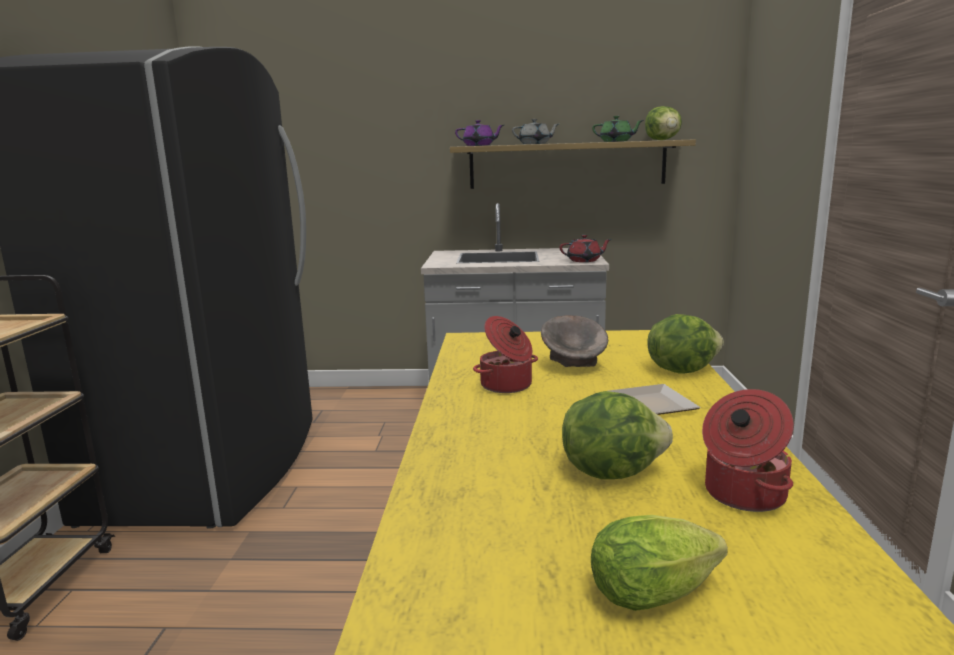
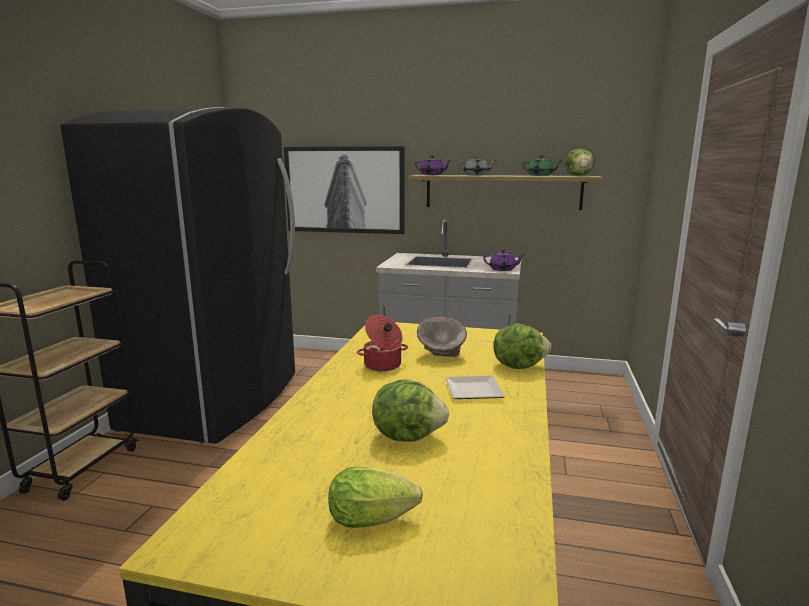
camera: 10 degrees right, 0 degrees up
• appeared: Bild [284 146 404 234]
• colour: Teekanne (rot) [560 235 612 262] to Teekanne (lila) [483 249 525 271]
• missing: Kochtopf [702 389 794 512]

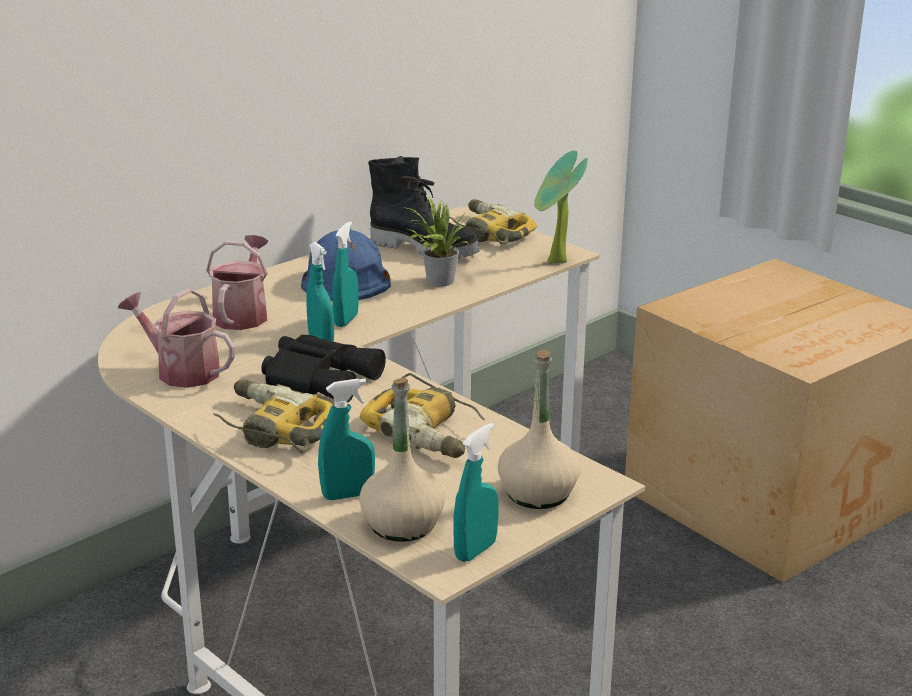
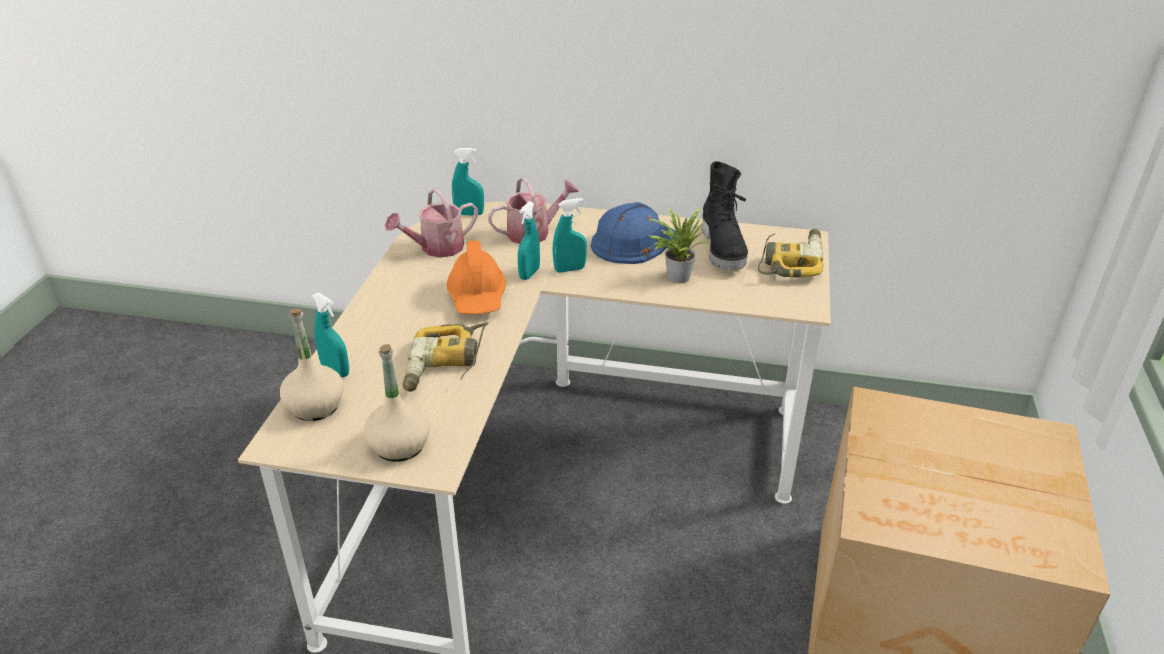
camera: 55 degrees right, 10 degrees up
• spun: Gießkanne [118 288 235 388] = [385 188 478 258] 120 degrees counterclockwise
• exchanged: Fernglas (schwarz) [261 335 386 403] to Schutzhelm (orange) [447 241 506 315]
• relocated: Sprühflasche (türkis) [453 423 499 562] to [452 148 484 216]
• missing: Bohrmaschine [213 379 333 453]
• missing: Topfpflanze [534 151 589 264]

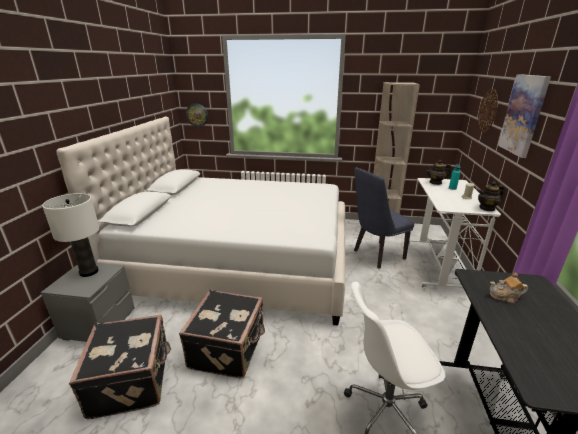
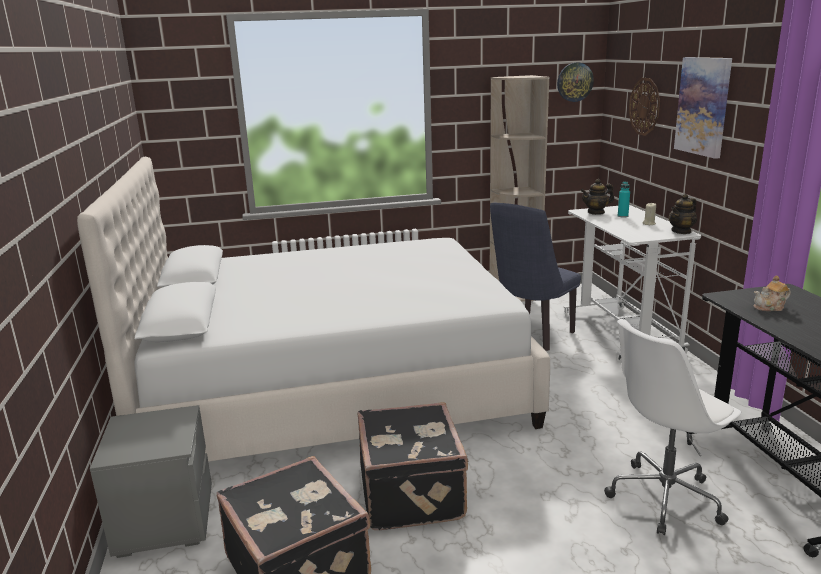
camera: 20 degrees left, 5 degrees down
• relocated: Wanduhr [186 103 208 127] to [557 62 594 102]
• missing: Tischlampe (weiß) [42 193 99 277]

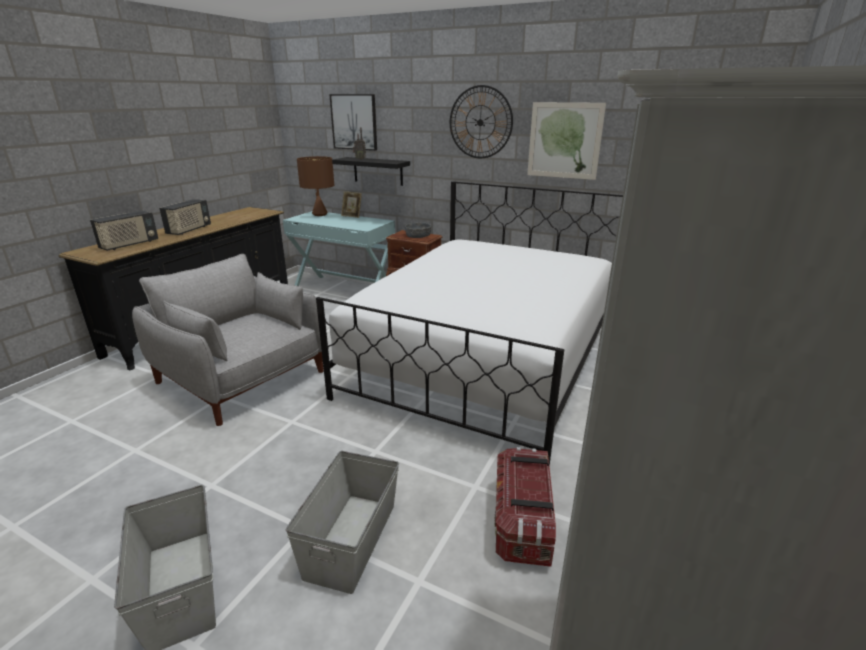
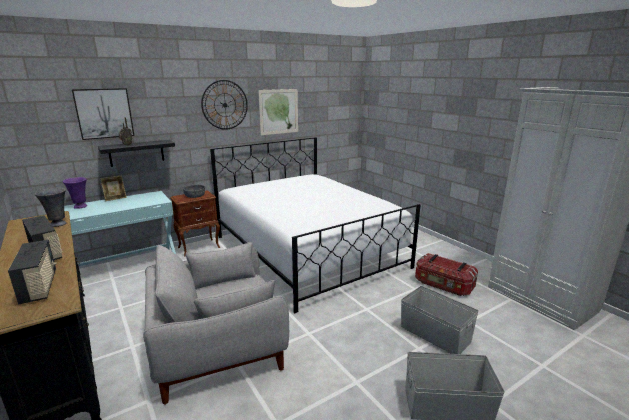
camera: 60 degrees left, 5 degrees down
• appeared: Vase (grau) [35 188 67 227]
• exchanged: Tischlampe (braun) [297 156 334 216] to Vase (lila) [63 177 87 208]

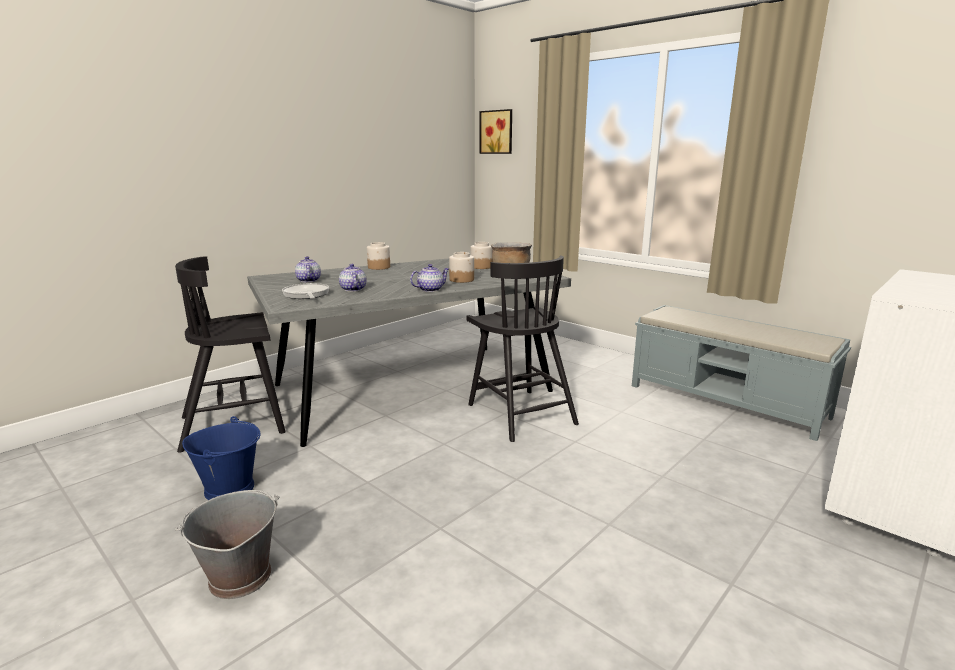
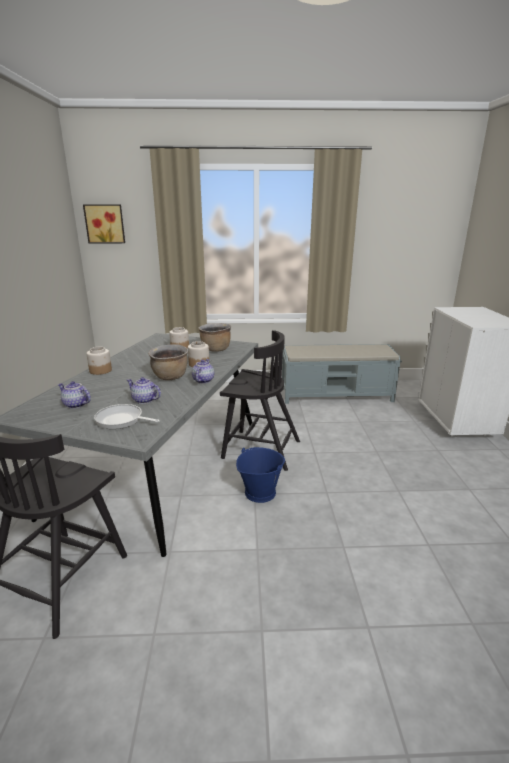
camera: 45 degrees left, 5 degrees up
• appeared: Kochtopf (braun) [148 344 188 380]
• relocated: Eimer (blau) [182 416 261 500] to [236 447 285 503]
• missing: Eimer (grau) [175 490 279 599]

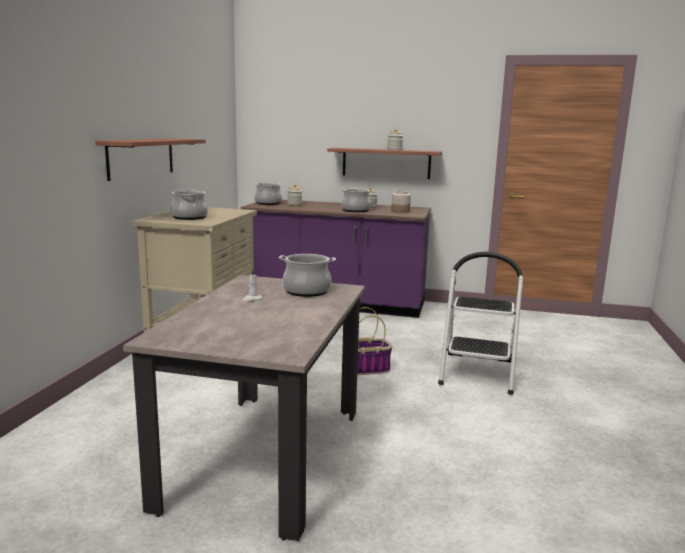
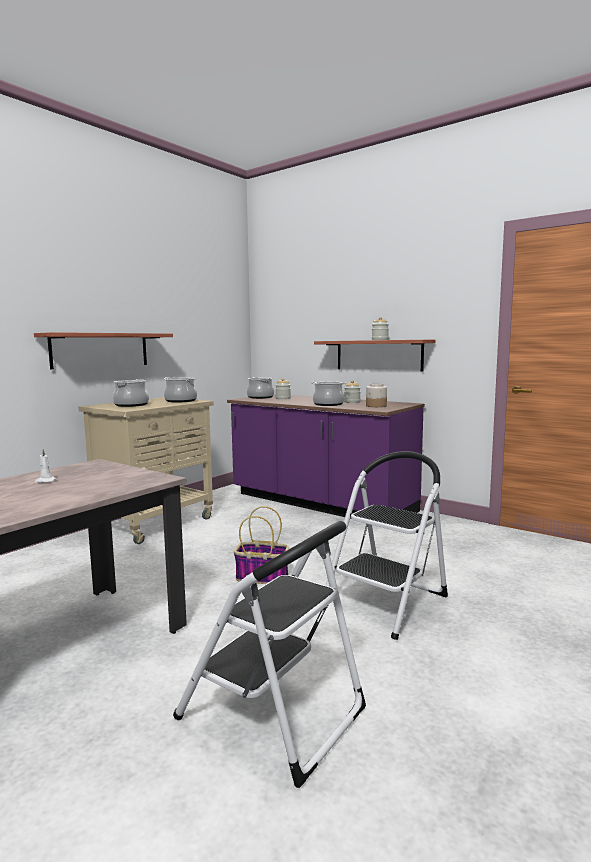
camera: 25 degrees right, 5 degrees down
• relocated: Kochtopf [279 254 336 297] to [163 377 197 403]
• appeared: Trittleiter [173 521 366 788]

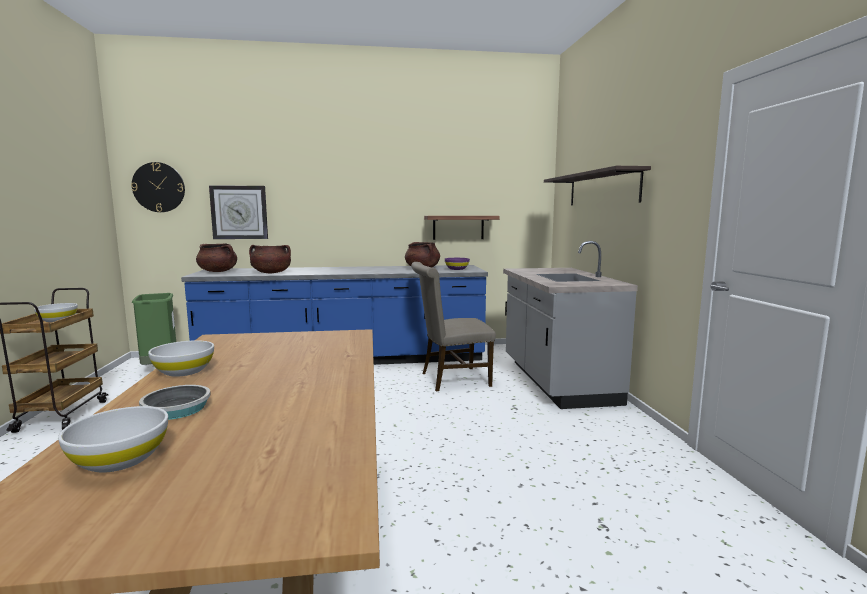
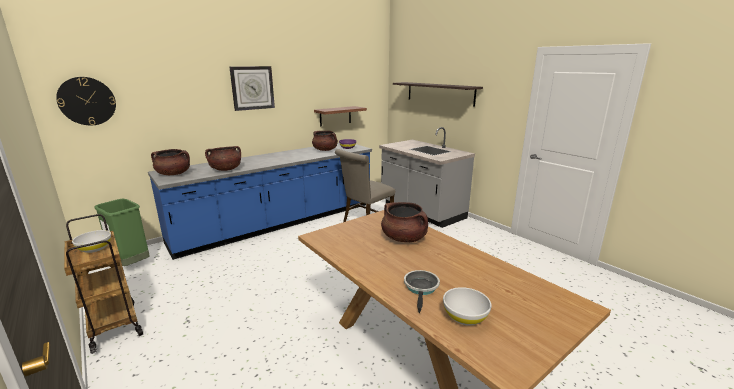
camera: 30 degrees left, 10 degrees up
• relocated: Wanduhr [209 185 268 239] to [230 66 275 111]
• appeared: Kochtopf (braun) [381 202 428 242]
• missing: Schüssel (weiß) [148 340 214 377]

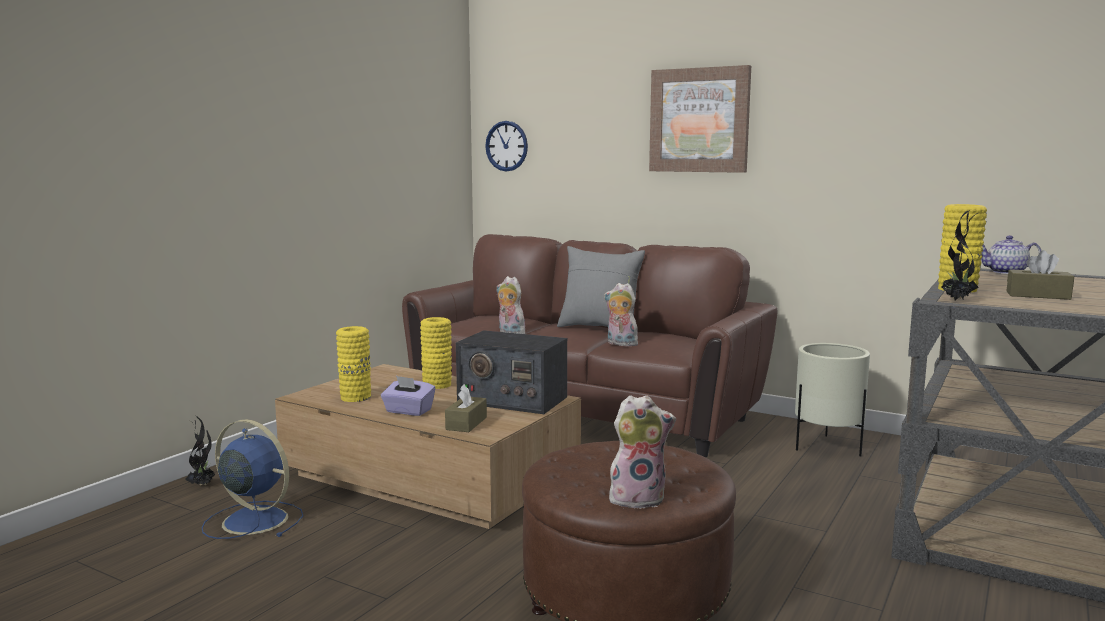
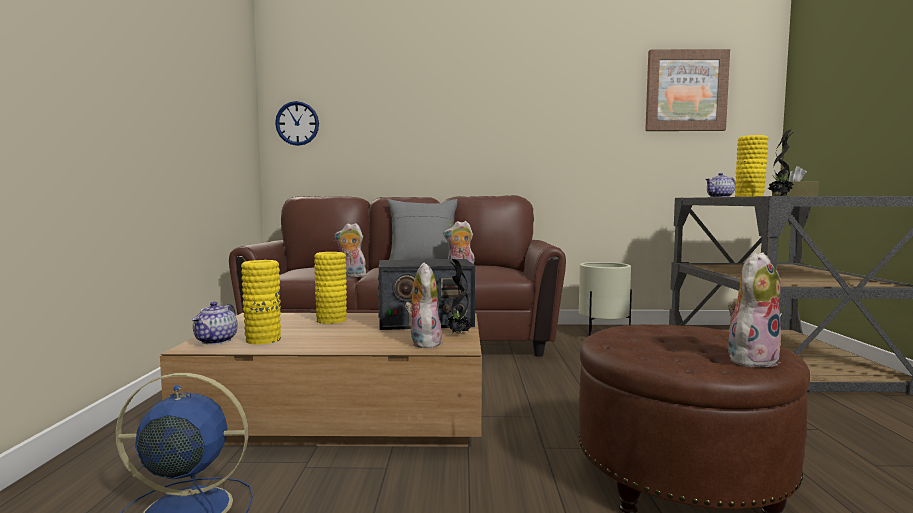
camera: 30 degrees left, 5 degrees down
• appeared: Teekanne [192 302 238 344]
• exchanged: Taschentuchbox (braun) [445 384 487 432] to Plüschtier [405 263 442 348]
• relocated: Topfpflanze [185 416 215 486] to [447 259 473 334]
• relocated: Bild [649 65 751 173] to [645 49 730 131]
• missing: Taschentuchbox (lila) [381 376 435 416]

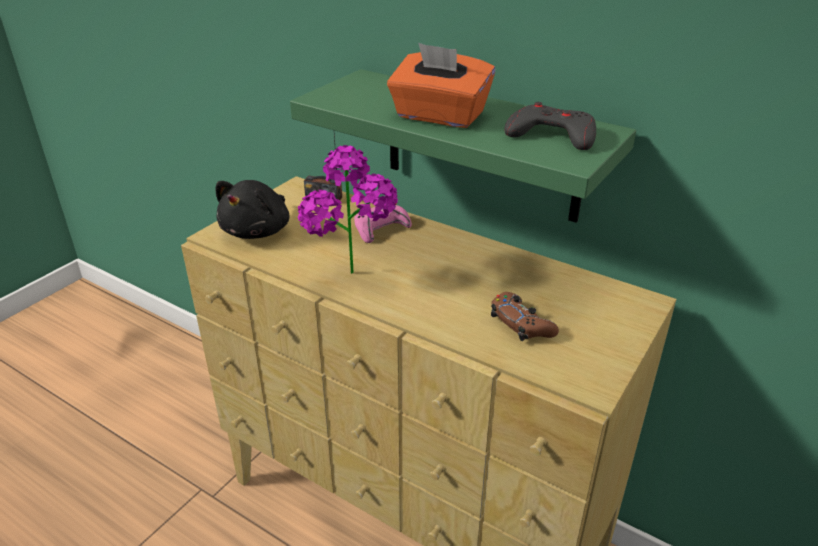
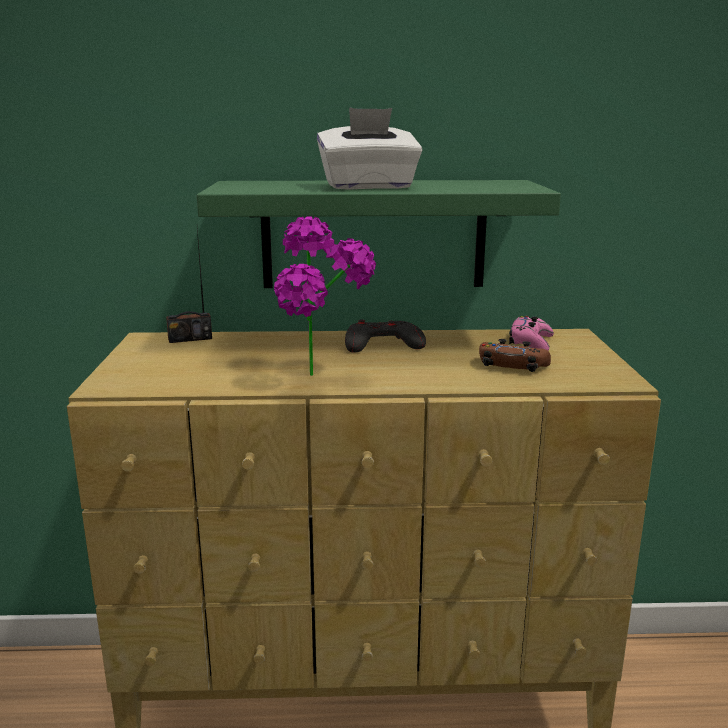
camera: 35 degrees left, 15 degrees down
• colour: Taschentuchbox (orange) [387 43 495 128] to Taschentuchbox (weiß) [317 108 422 190]
• relocated: Gamepad (grau) [504 102 596 150] to [345 319 426 352]
• relocated: Gamepad (rosa) [354 204 412 243] to [509 316 554 351]
• missing: Plüschtier (schwarz) [216 180 289 239]

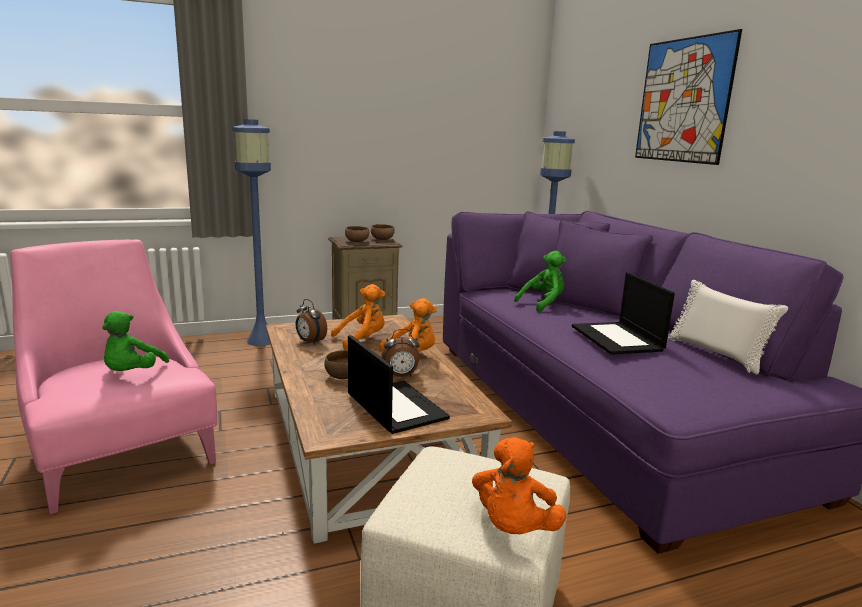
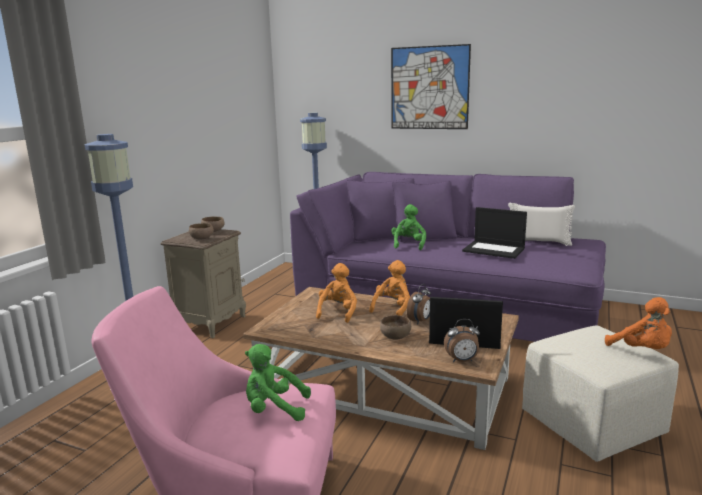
camera: 45 degrees left, 0 degrees up
• spun: Plüschtier (grün) [102 311 169 371] = [245 344 311 421] 135 degrees clockwise
• relocated: Wecker [296 299 327 345] to [444 319 480 362]

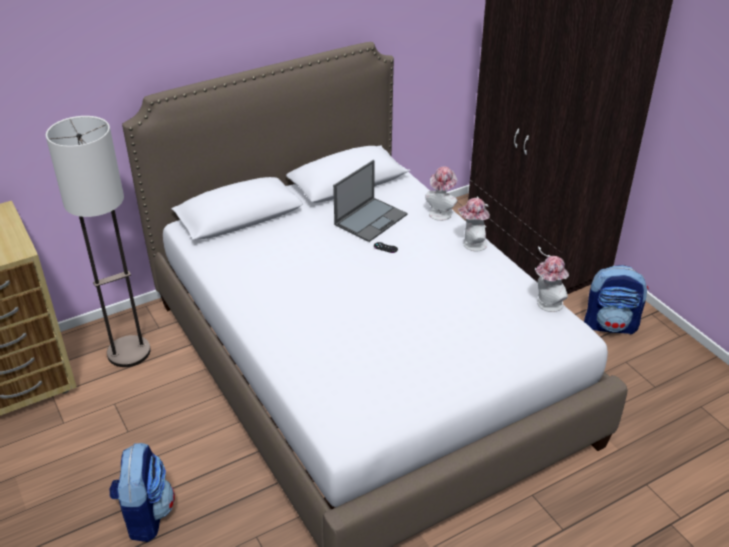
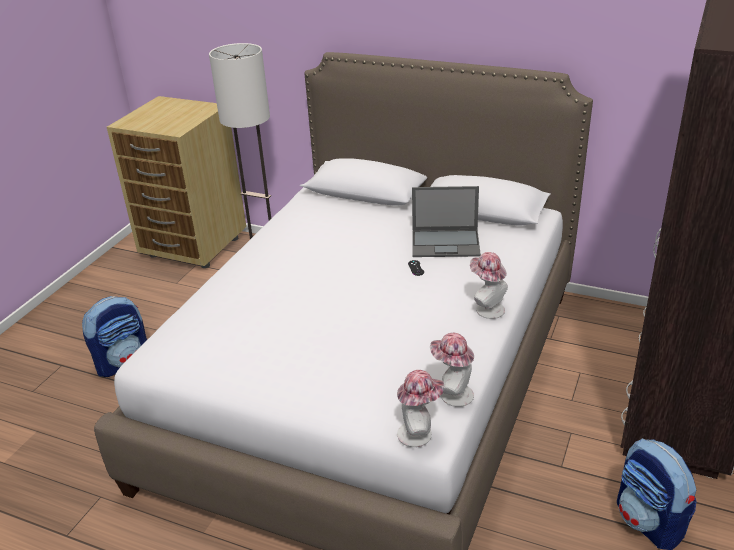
camera: 55 degrees right, 5 degrees down
• relocated: Hut [425 167 458 221] to [397 370 444 447]

